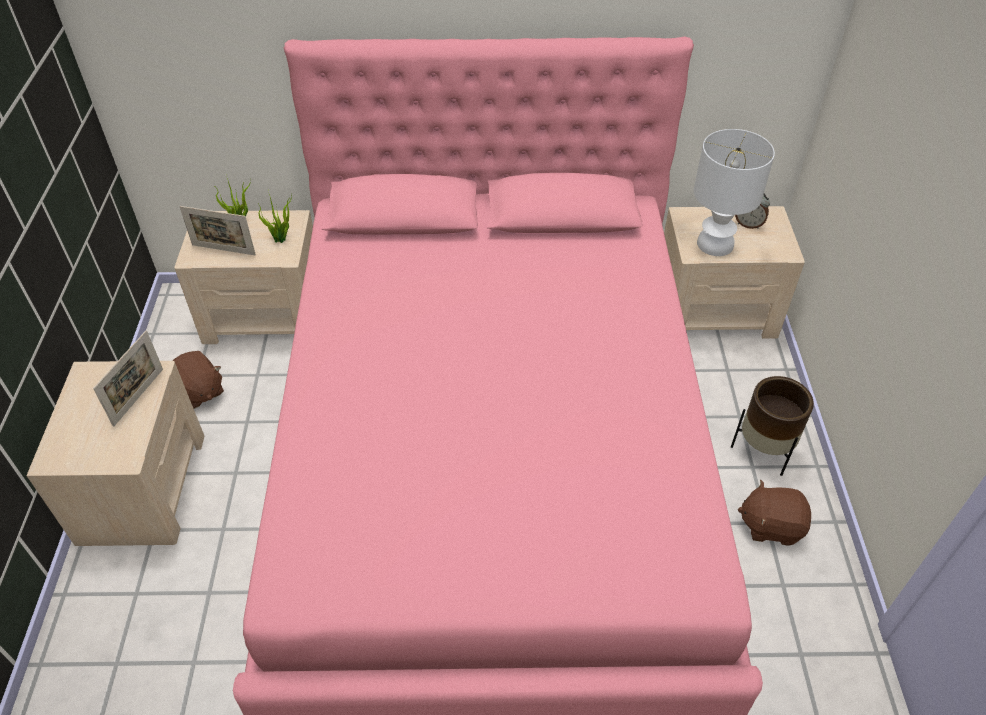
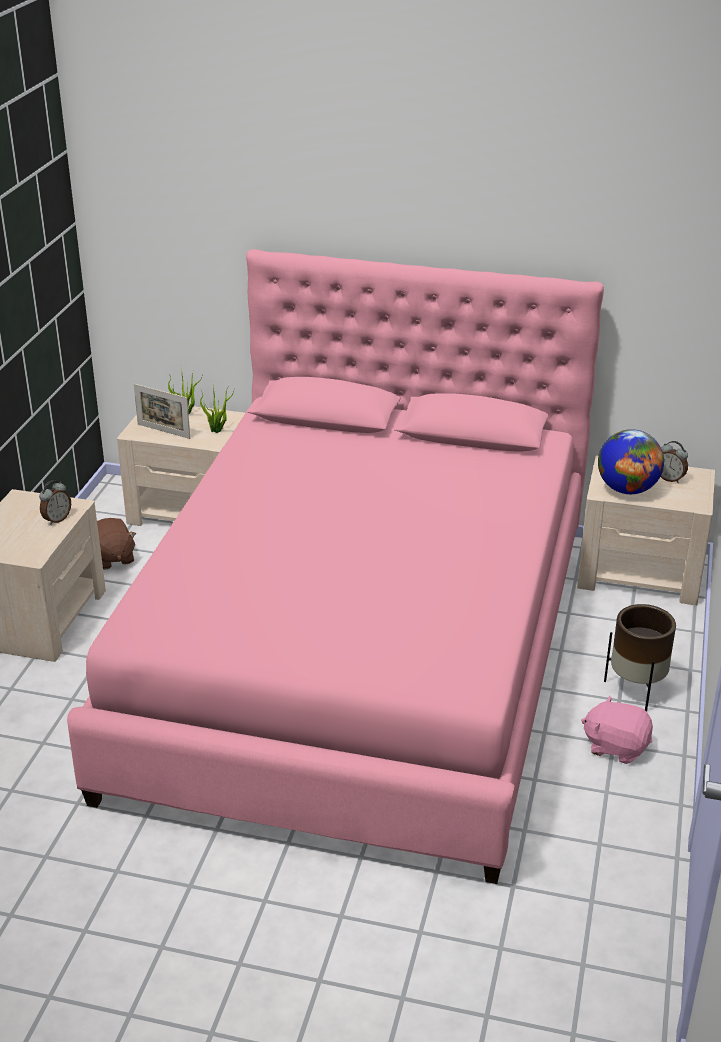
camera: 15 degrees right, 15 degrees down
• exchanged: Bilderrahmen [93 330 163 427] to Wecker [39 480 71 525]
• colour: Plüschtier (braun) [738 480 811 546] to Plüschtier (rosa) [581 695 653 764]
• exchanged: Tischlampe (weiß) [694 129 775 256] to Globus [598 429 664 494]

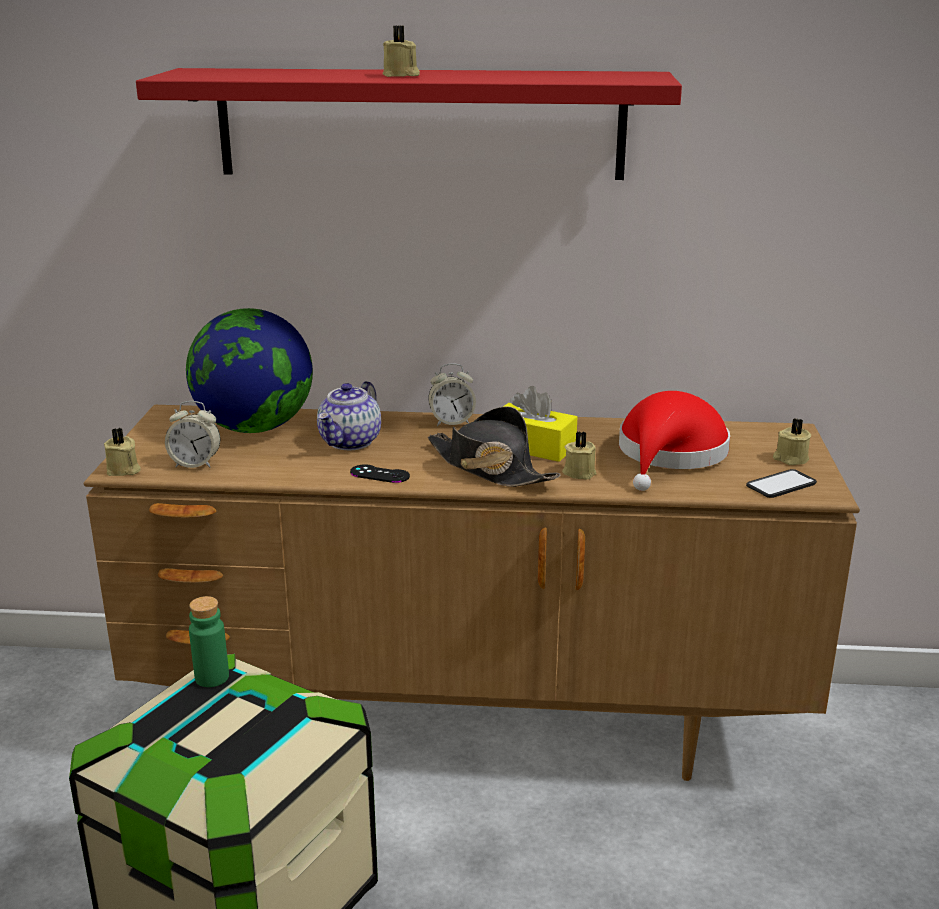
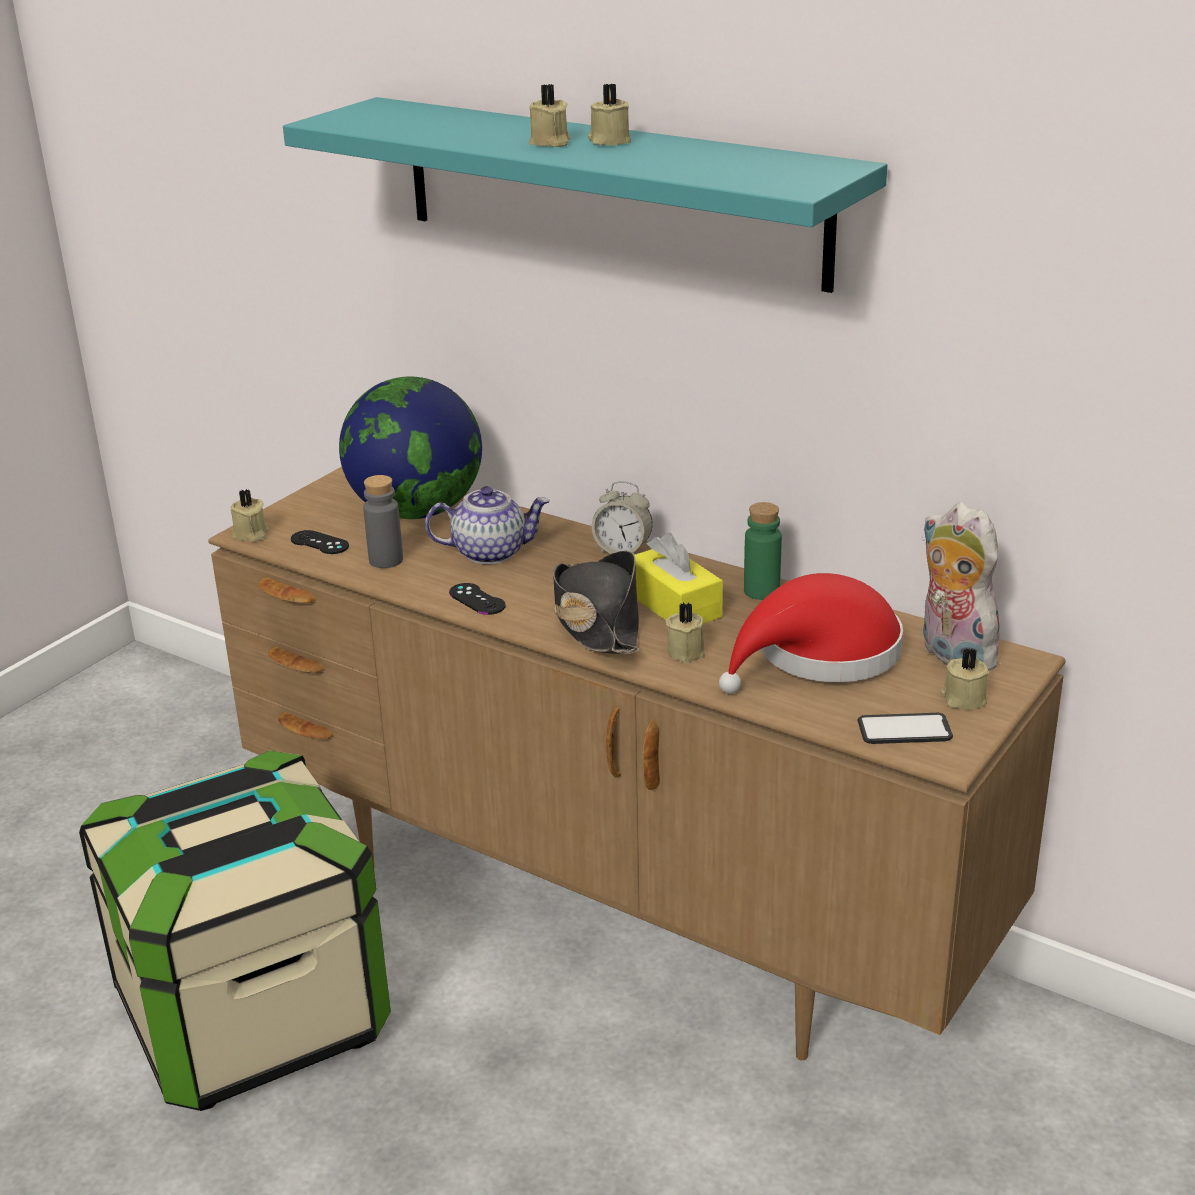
camera: 30 degrees right, 5 degrees up
• colour: Wandregal (rot) [136 68 682 180] to Wandregal (türkis) [283 97 887 293]
• exchanged: Wecker [165 401 220 468] to Gamepad (schwarz) [291 530 349 554]
• appeared: Flasche (grau) [363 475 403 568]
• spun: Teekanne [317 381 381 450] = [425 486 550 565] 150 degrees counterclockwise
• appeared: Kerze (beige) [588 83 631 145]
• relocated: Flasche (grün) [189 596 229 687] to [744 502 782 600]
• appeared: Plüschtier [922 502 1000 671]

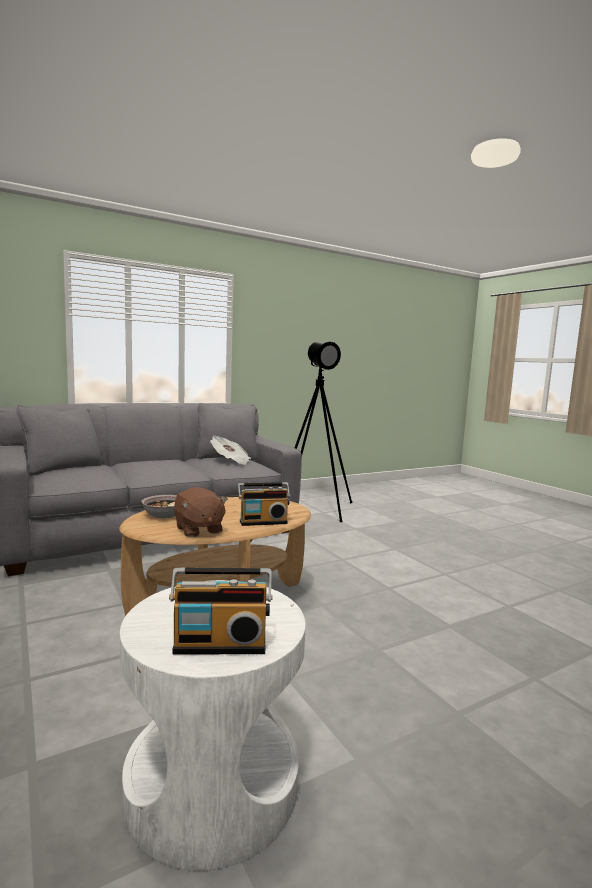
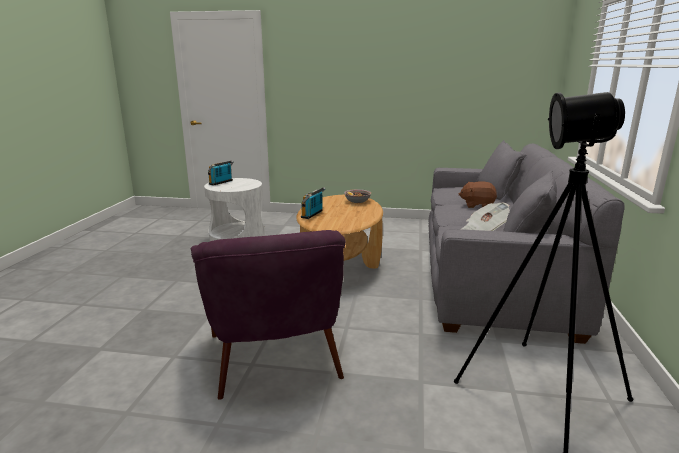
camera: 130 degrees right, 10 degrees up
• appeared: Sessel (lila) [191 230 346 400]
• relocated: Plüschtier (braun) [174 487 228 537] to [459 181 497 208]

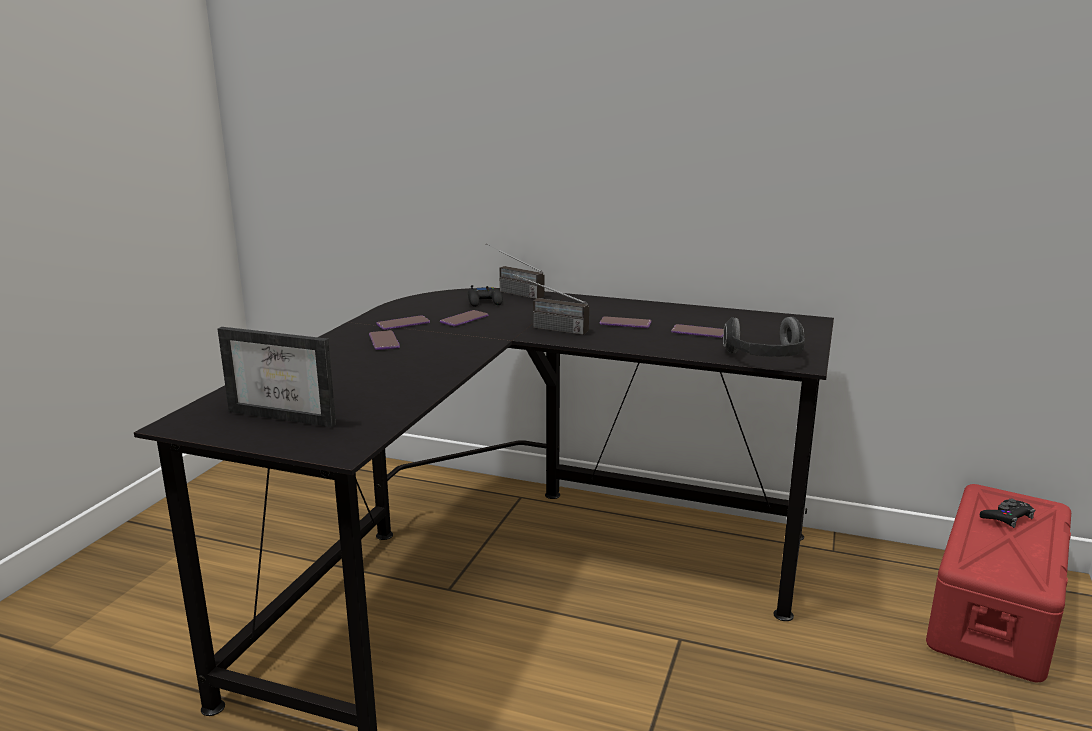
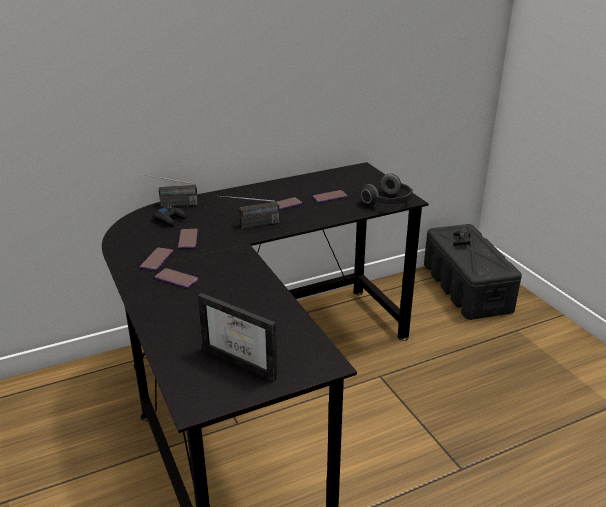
camera: 45 degrees left, 10 degrees up
• spun: Bilderrahmen [218 327 336 427] = [198 293 277 381] 60 degrees clockwise
• colour: Aufbewahrungsbox (rot) [926 484 1071 682] to Aufbewahrungsbox (schwarz) [424 224 522 320]

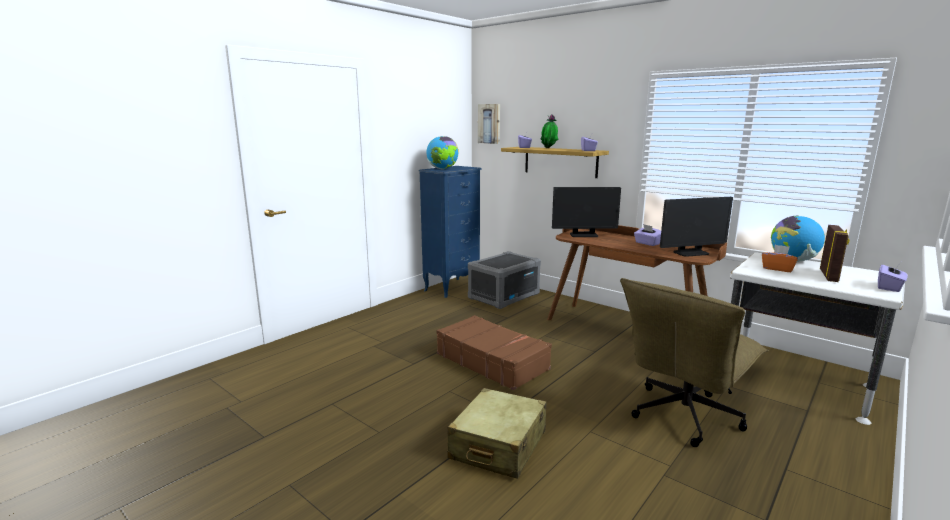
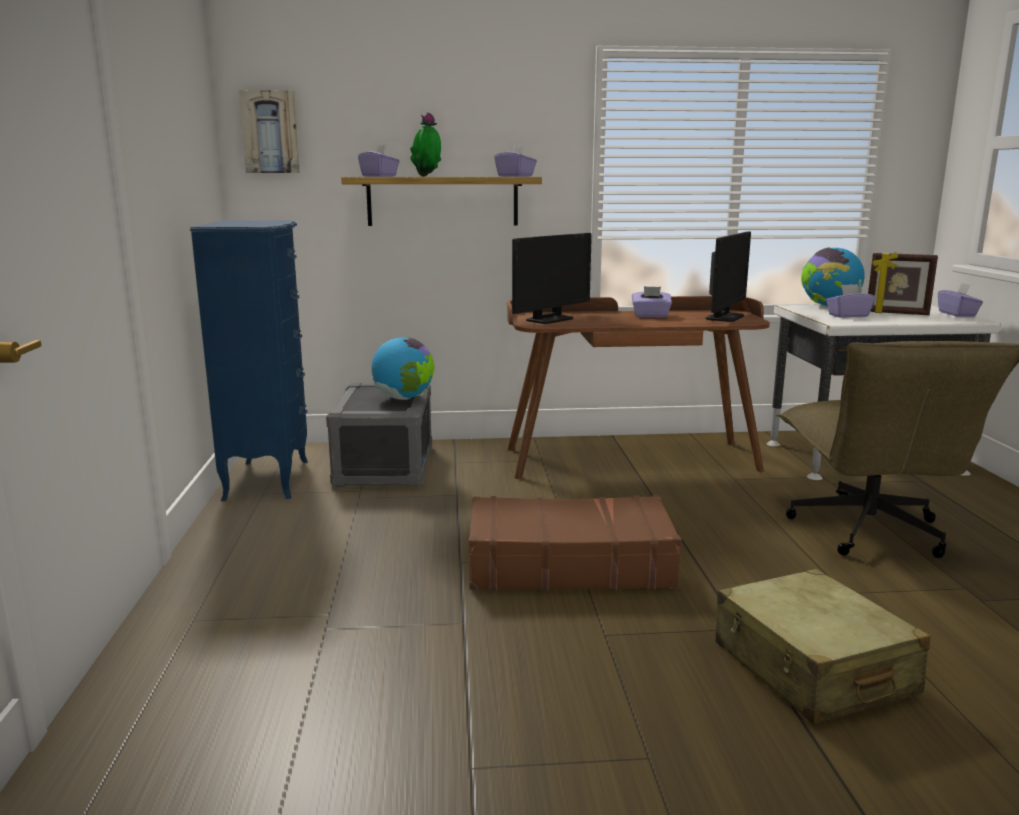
camera: 45 degrees left, 0 degrees up
• relocated: Globus [426 136 459 169] to [372 337 434 400]
• colour: Taschentuchbox (orange) [762 245 798 272] to Taschentuchbox (lila) [826 284 875 318]
• spun: Bilderrahmen [820 225 849 282] = [868 252 938 315] 135 degrees clockwise

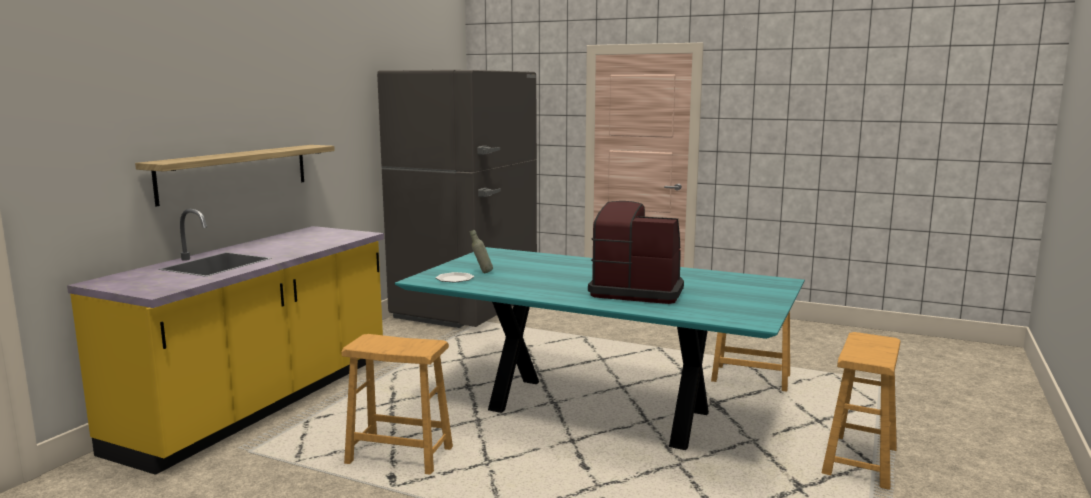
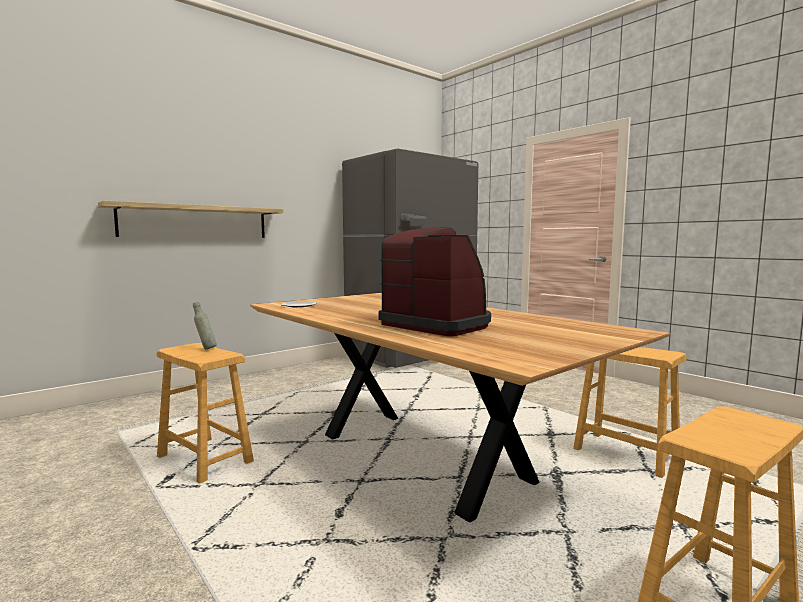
camera: 25 degrees right, 5 degrees down
• relocated: Flasche (grau) [470 230 493 273] to [193 302 217 349]
• colour: Esstisch (türkis) [395 247 805 450] to Esstisch (braun) [250 293 671 522]
• missing: Küchenzeile (gelb) [67 209 384 475]

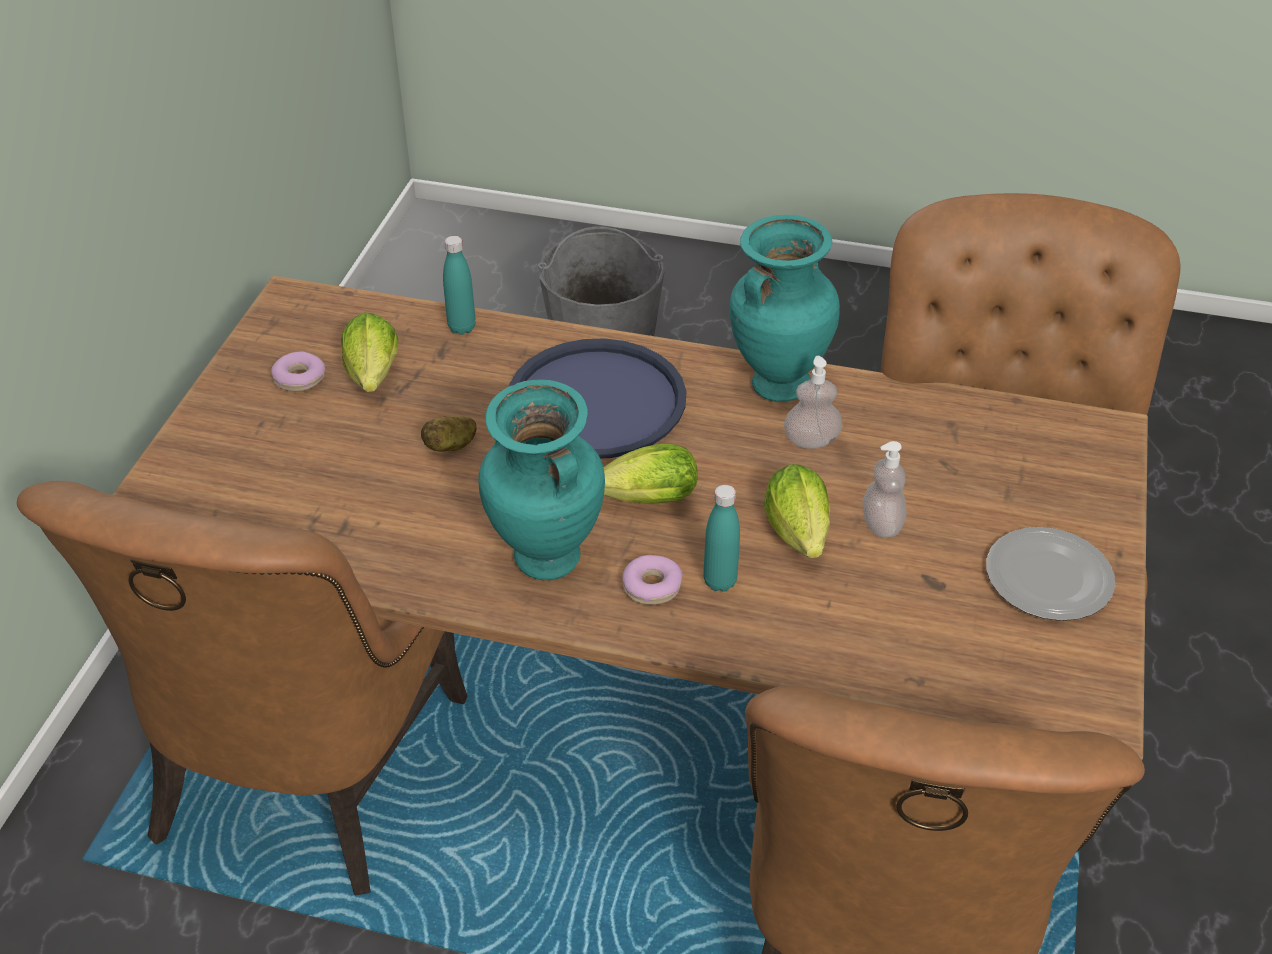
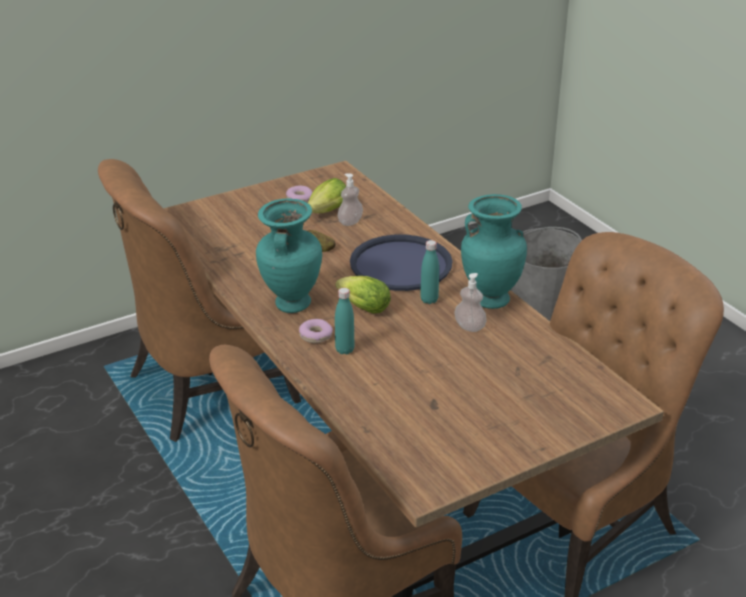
camera: 45 degrees right, 10 degrees down
• relocated: Seifenspender [862 441 906 538] to [338 173 363 226]
• relocated: Flasche (türkis) [443 236 476 335] to [420 240 439 304]
• missing: Salatkopf [764 464 830 558]
• missing: Teller [986 527 1115 621]

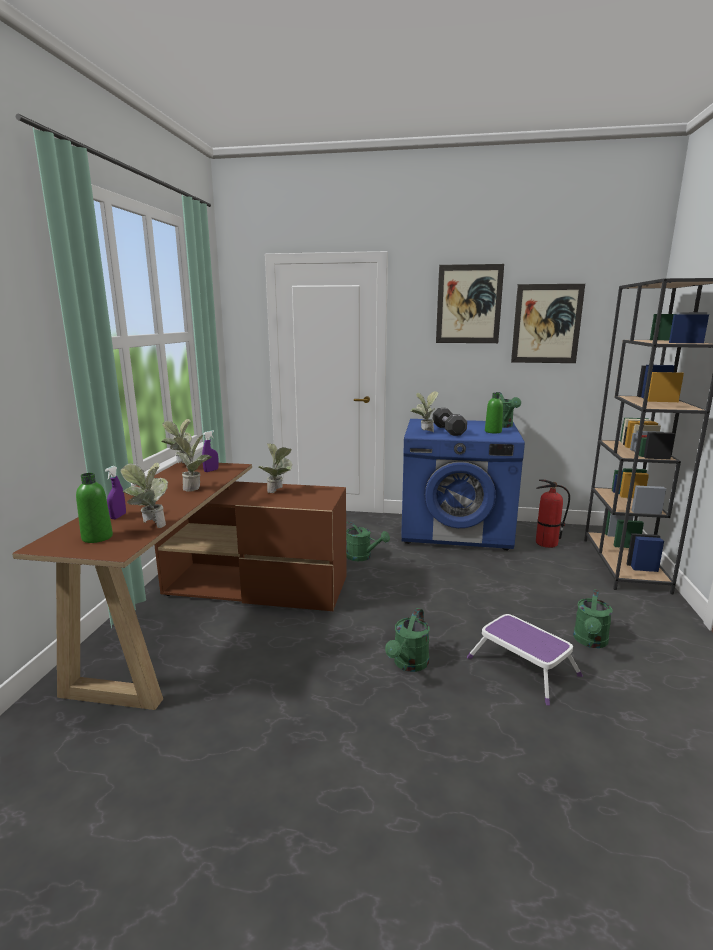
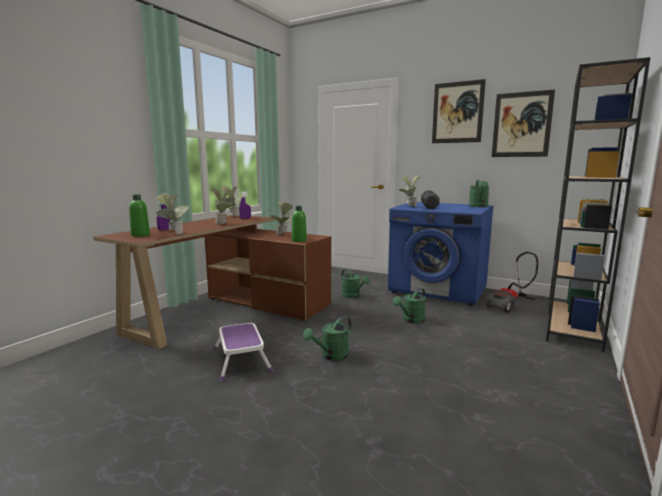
camera: 20 degrees right, 5 degrees down
• relocated: Trittleiter (lila) [467 614 583 705] to [214 323 273 382]
• relocated: Flasche (grün) [485 393 503 433] to [292 206 307 242]
• relocated: Gießkanne (grün) [573 589 613 648] to [393 288 426 323]
• exchanged: Feuerlöscher [536 479 570 548] to Staubsauger [485 252 538 312]

